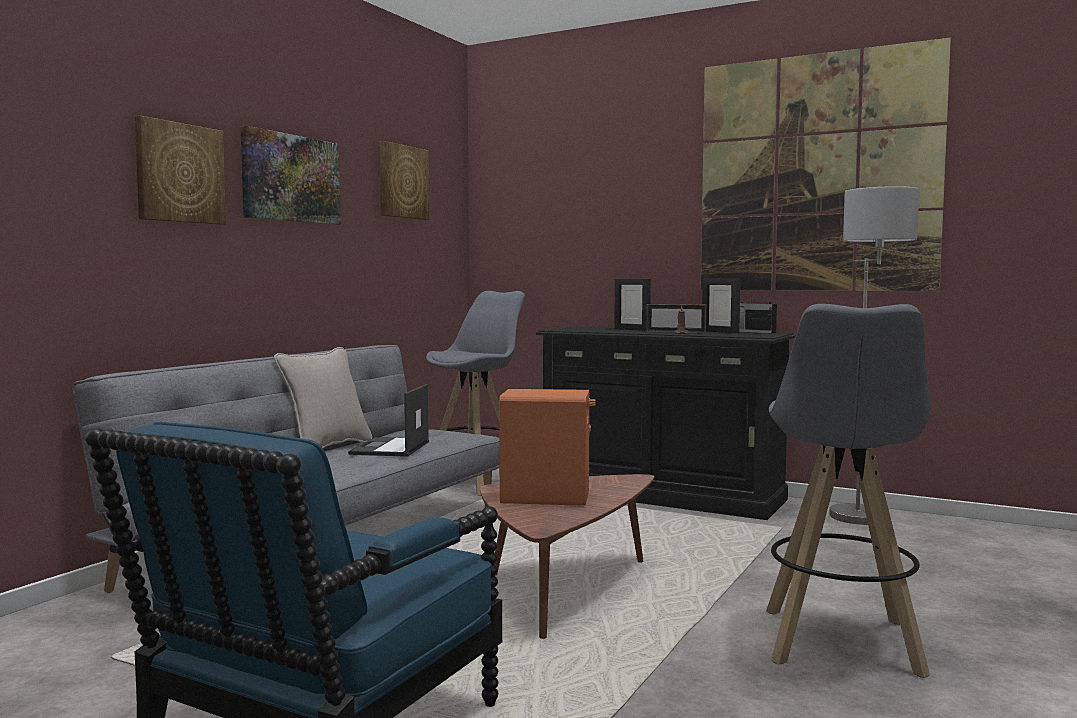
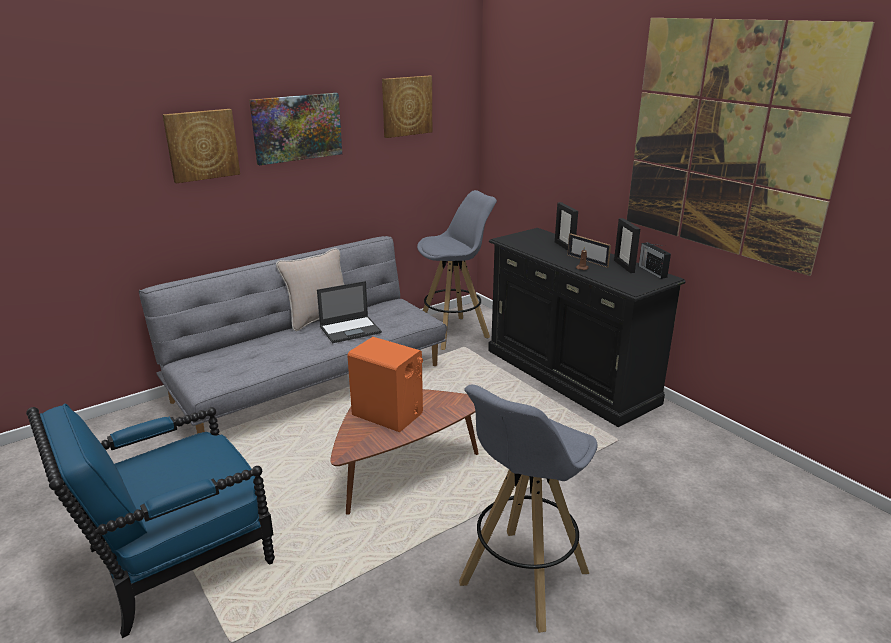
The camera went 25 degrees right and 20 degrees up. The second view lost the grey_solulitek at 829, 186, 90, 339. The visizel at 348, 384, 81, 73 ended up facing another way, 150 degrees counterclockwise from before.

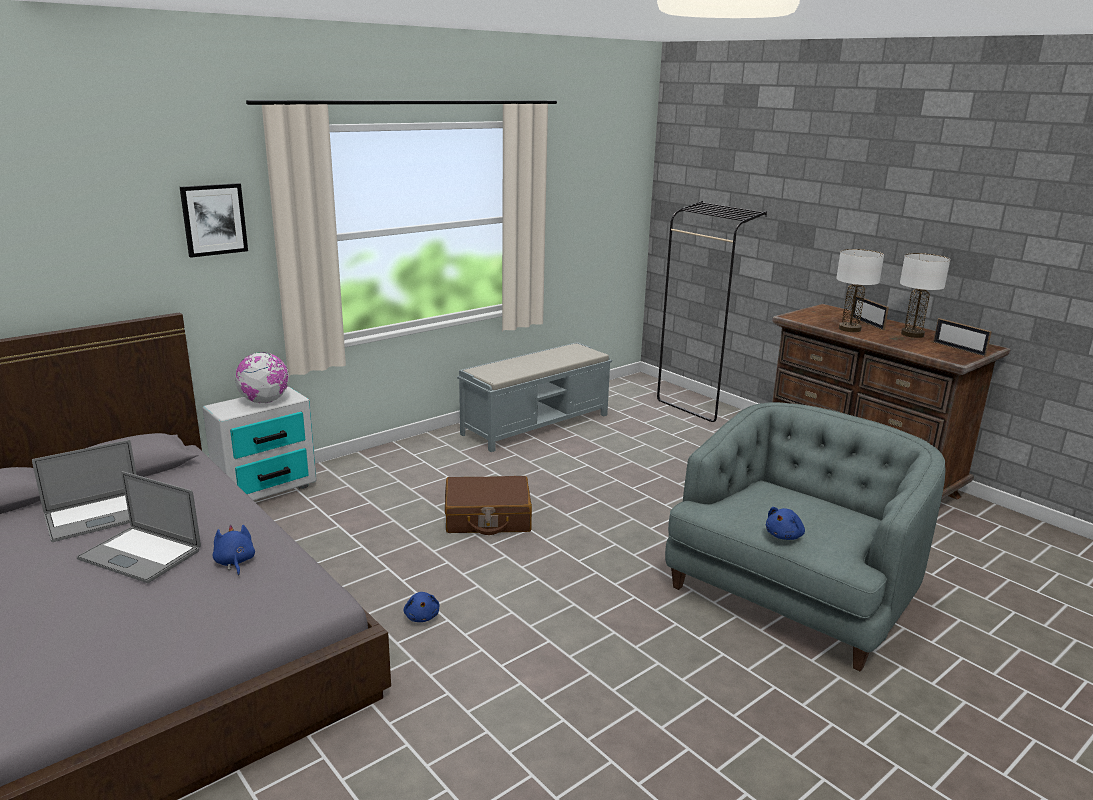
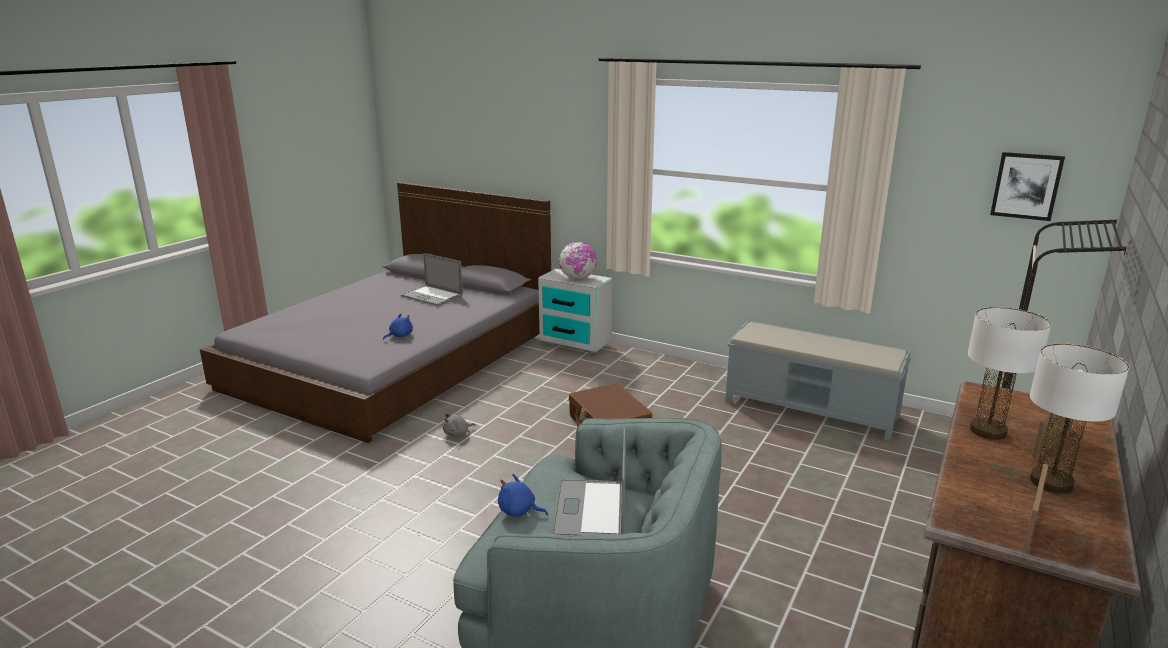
The camera went 70 degrees right and 0 degrees up. The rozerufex ended up elsewhere, having gone from 180, 183, 68, 75 to 990, 152, 75, 69. The visizel ended up elsewhere, having gone from 77, 471, 124, 112 to 553, 428, 73, 108. What was the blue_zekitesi at 403, 592, 37, 30 turned into the grey_zekitesi at 443, 413, 33, 24.

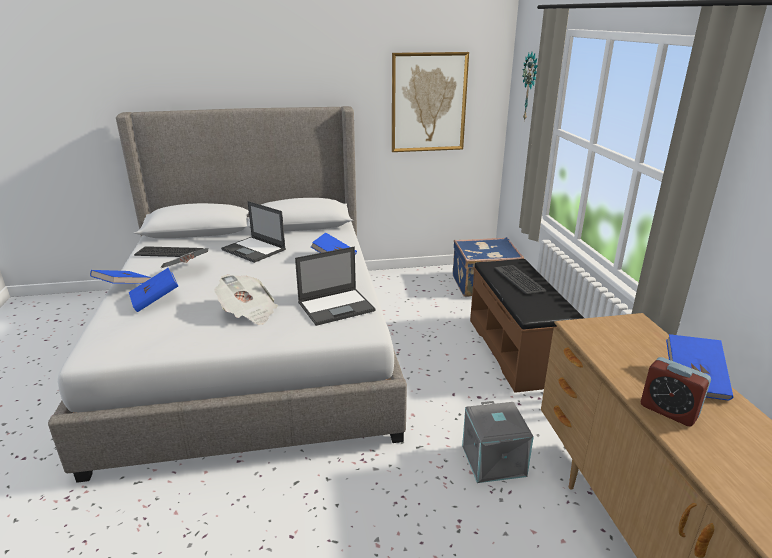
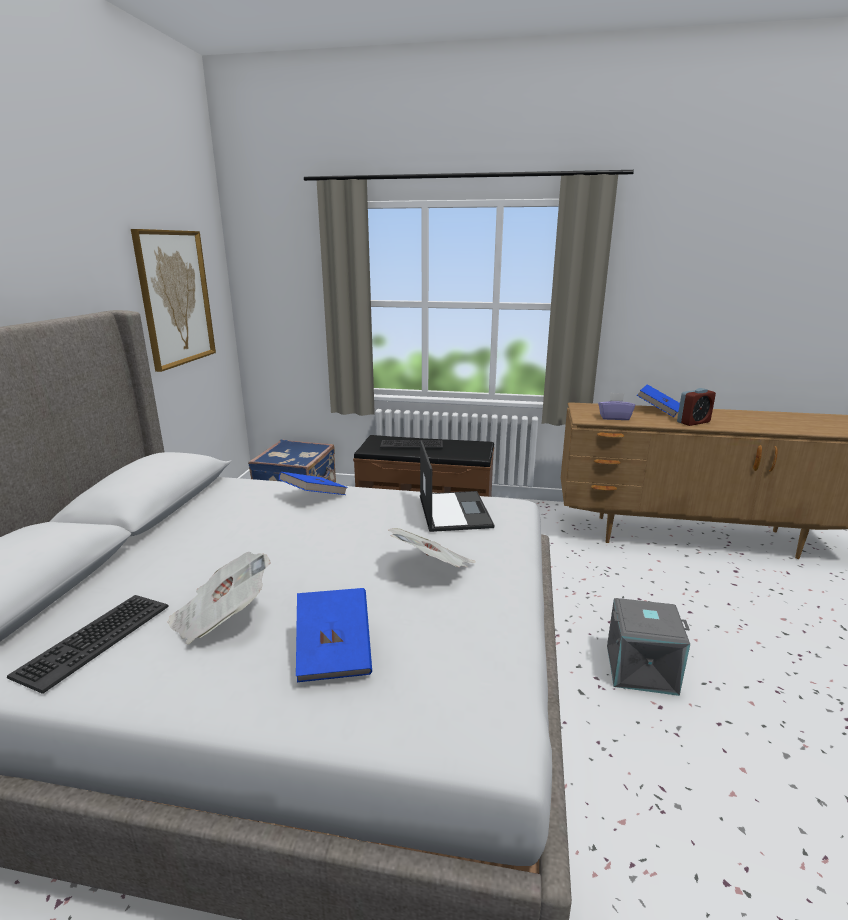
The camera went 70 degrees left and 5 degrees down. The second view lost the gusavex at 522, 52, 15, 69. The second view lost the visizel at 221, 201, 65, 62. The second view lost the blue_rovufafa at 90, 270, 61, 14. The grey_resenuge ended up elsewhere, having gone from 462, 401, 72, 82 to 607, 598, 83, 98. The second view gained the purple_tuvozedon at 598, 393, 37, 27.

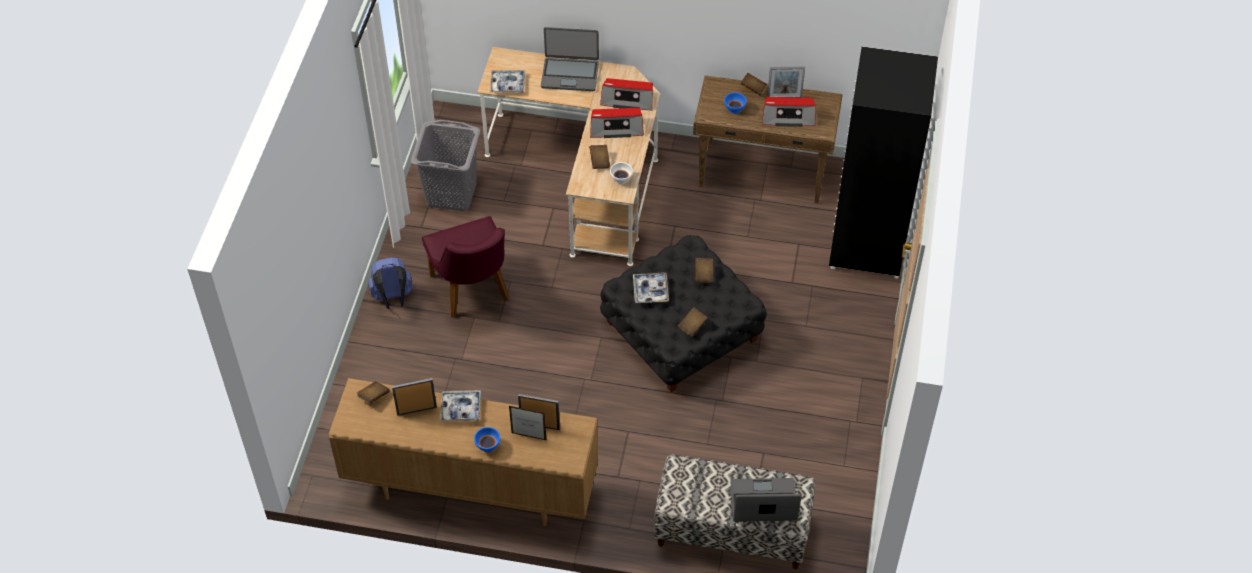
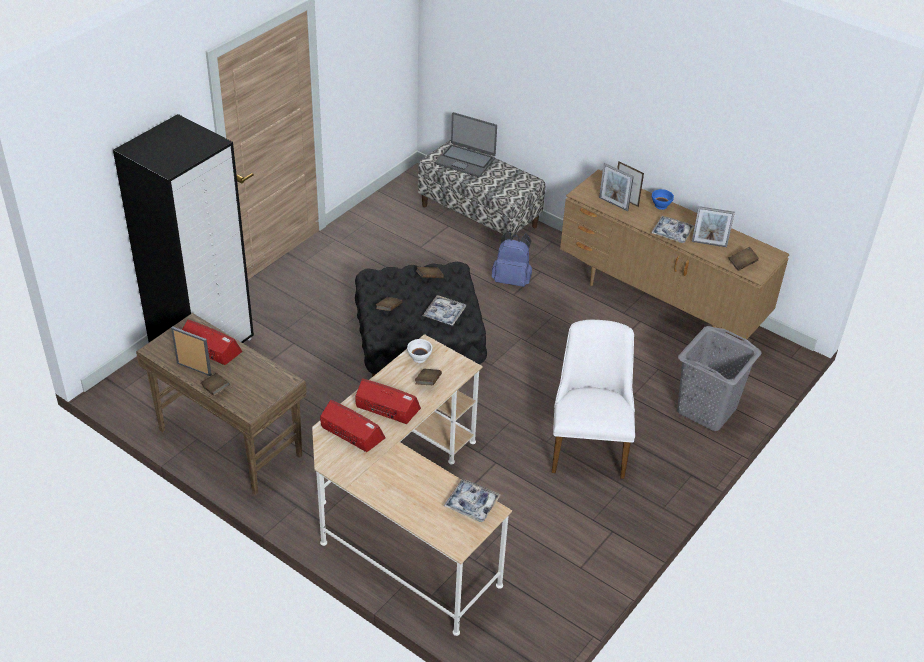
The camera went 155 degrees left and 10 degrees down. The second view lost the visizel at 541, 27, 58, 64. The second view lost the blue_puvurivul at 724, 92, 23, 22. The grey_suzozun ended up elsewhere, having gone from 411, 120, 70, 91 to 677, 326, 84, 105. What was the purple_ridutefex at 422, 216, 87, 102 turned into the white_ridutefex at 552, 320, 83, 159. The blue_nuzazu ended up elsewhere, having gone from 368, 257, 45, 52 to 492, 231, 40, 56.

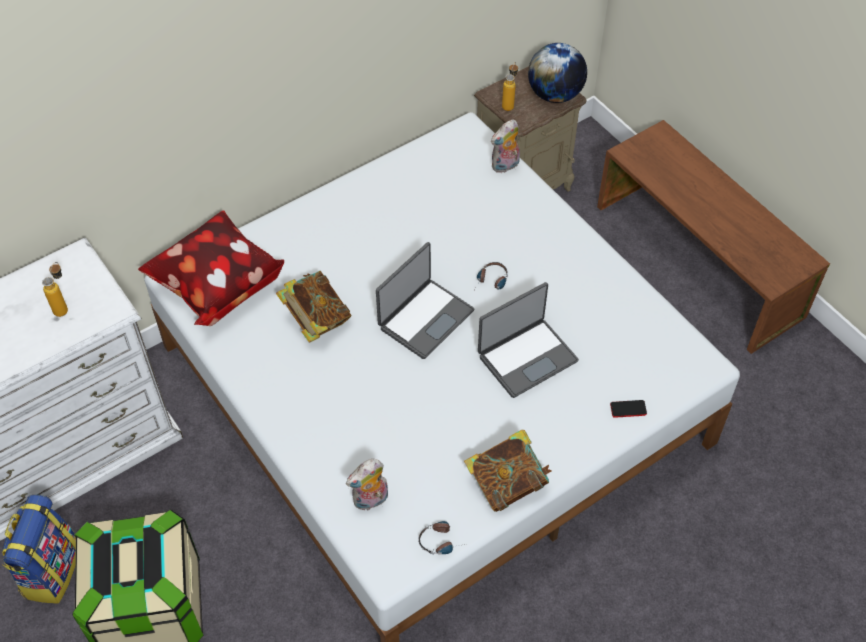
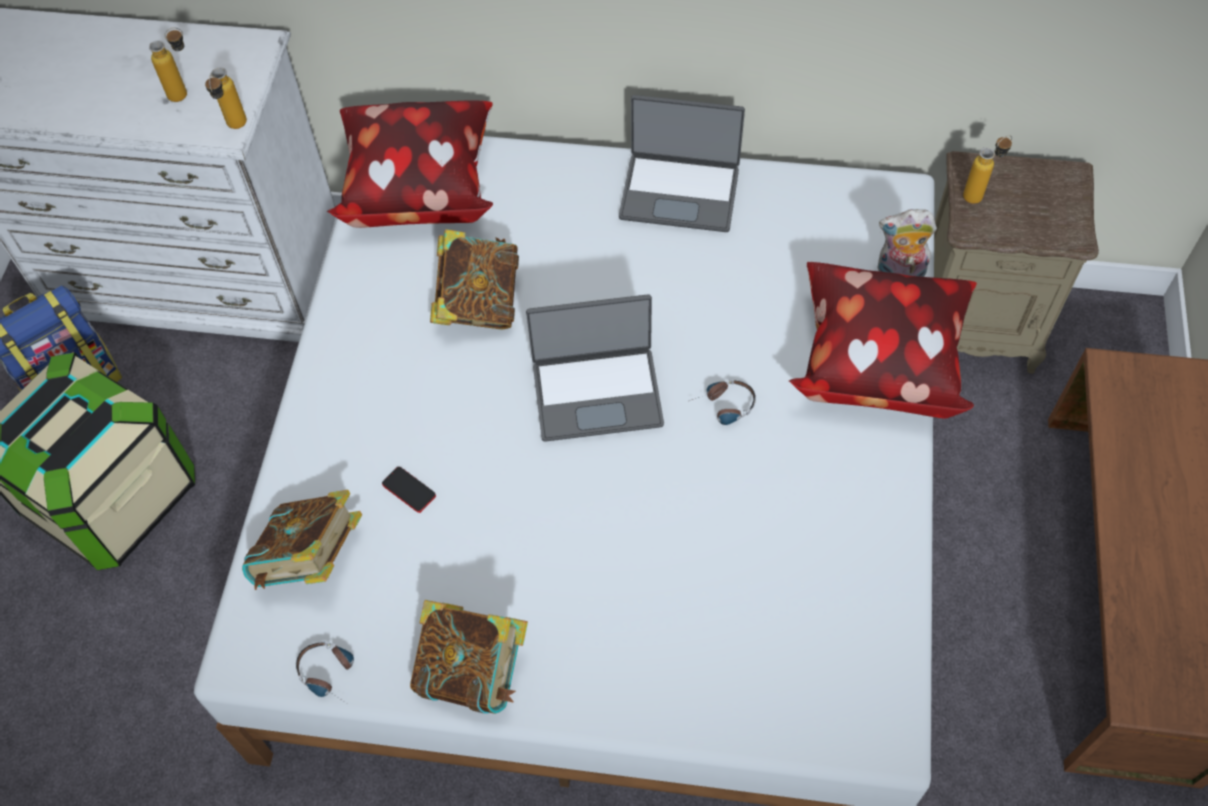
The camera went 45 degrees right and 5 degrees up. The second view lost the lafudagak at 528, 43, 59, 60. The visizel ended up elsewhere, having gone from 478, 282, 101, 116 to 619, 95, 126, 137. The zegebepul ended up elsewhere, having gone from 610, 400, 37, 18 to 382, 467, 54, 46. Where the zekitesi stood at 346, 459, 42, 51, the rovufafa came to stand at 242, 490, 120, 100. The second view gained the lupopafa at 205, 67, 42, 62. The second view gained the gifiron at 789, 262, 188, 156.

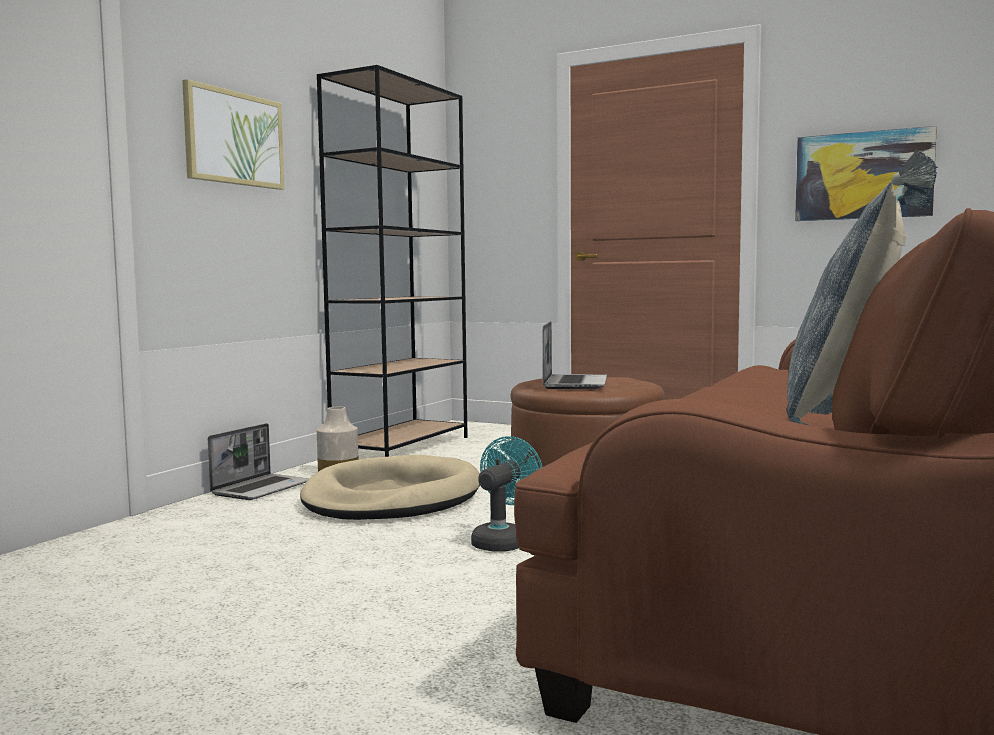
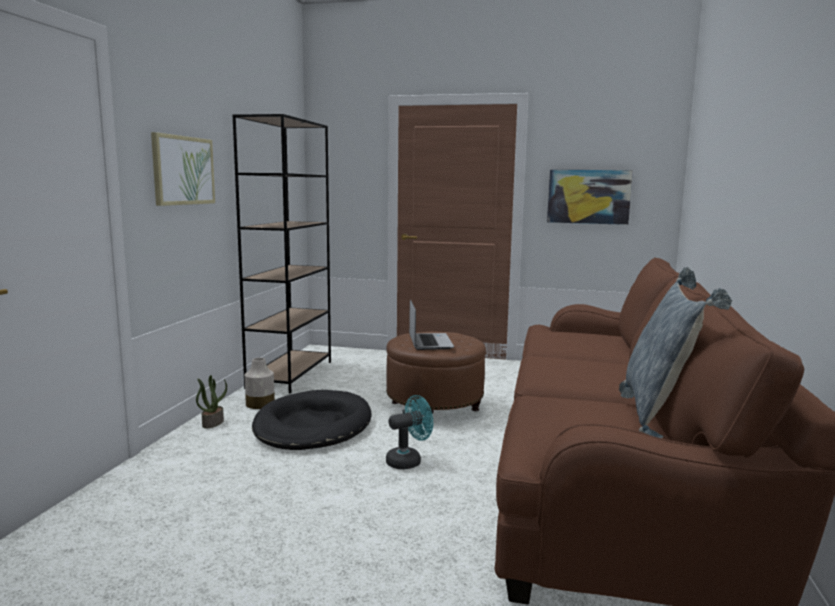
The camera went 15 degrees left and 5 degrees up. Where the visizel stood at 208, 423, 100, 77, the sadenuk came to stand at 196, 375, 31, 53. The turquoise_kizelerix at 471, 436, 71, 116 ended up facing another way, 45 degrees clockwise from before. What was the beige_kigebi at 300, 455, 180, 65 turned into the black_kigebi at 252, 390, 120, 60.

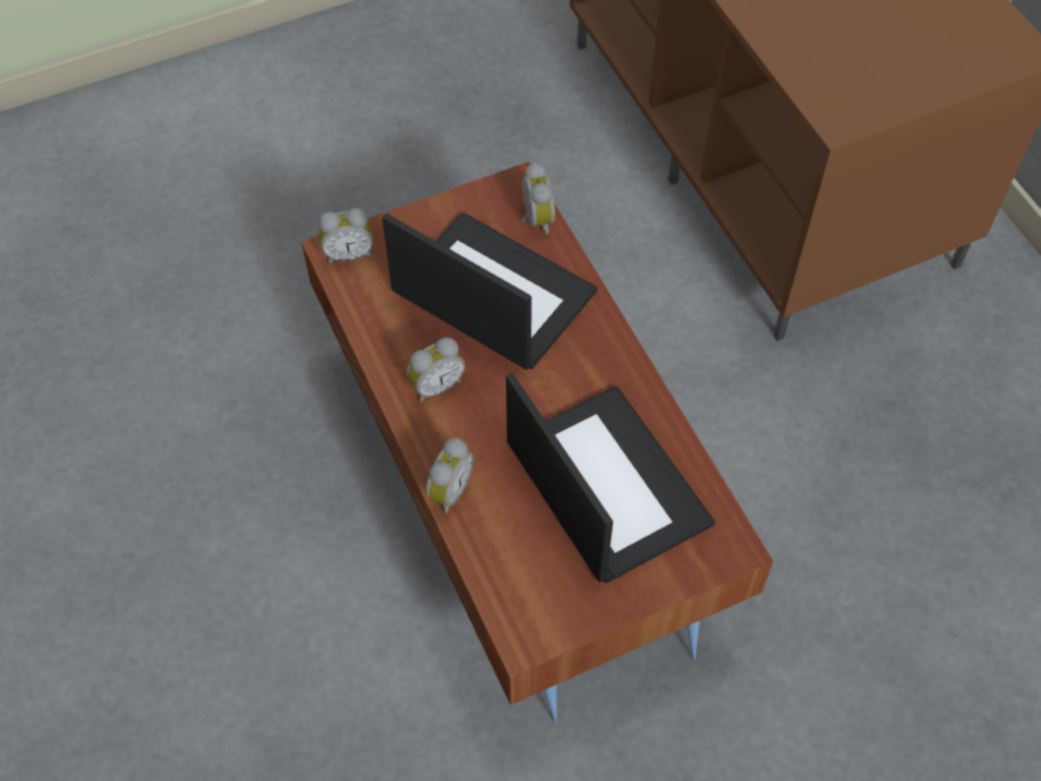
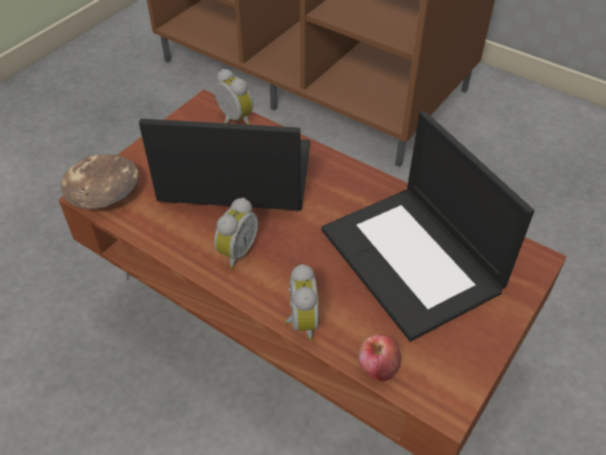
The camera went 30 degrees left and 10 degrees down. Where the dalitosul stood at 319, 208, 54, 56, the brown_puvurivul came to stand at 61, 154, 78, 55. The visizel at 506, 373, 209, 210 ended up facing another way, 150 degrees counterclockwise from before. The second view gained the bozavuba at 359, 334, 42, 48.

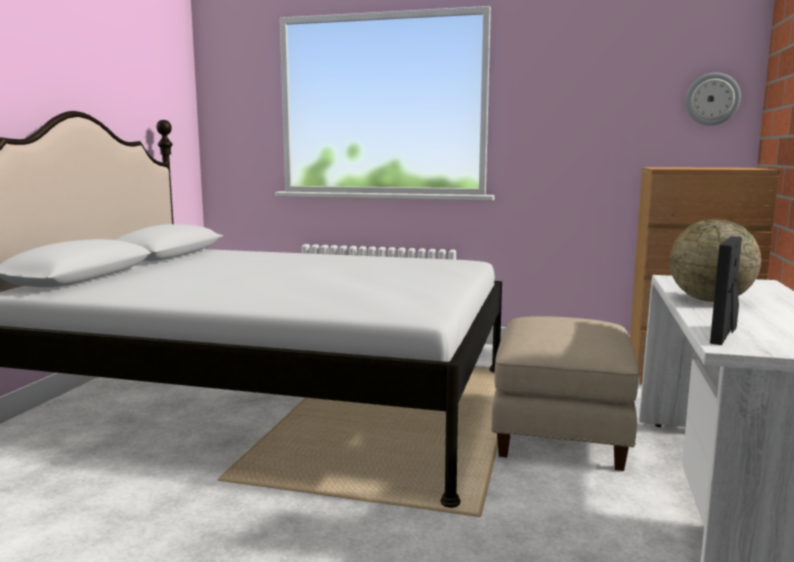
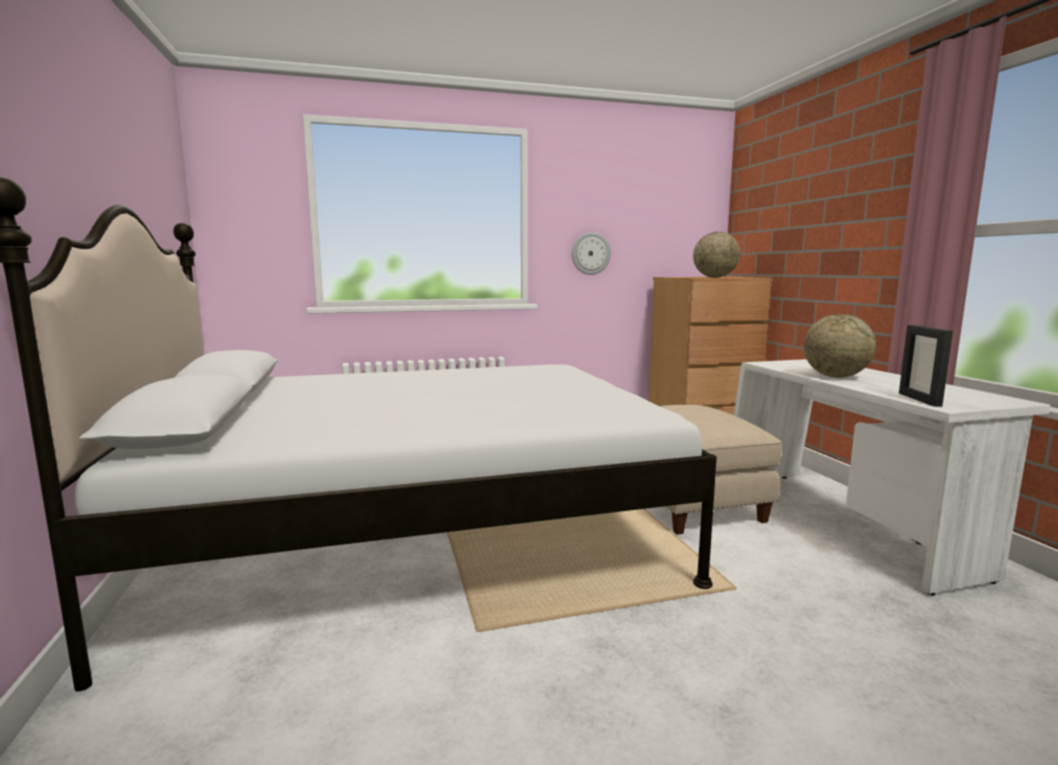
The camera went 30 degrees left and 0 degrees up. The gusavex ended up elsewhere, having gone from 685, 73, 56, 53 to 572, 232, 39, 43. The second view gained the lafudagak at 693, 232, 47, 45.

